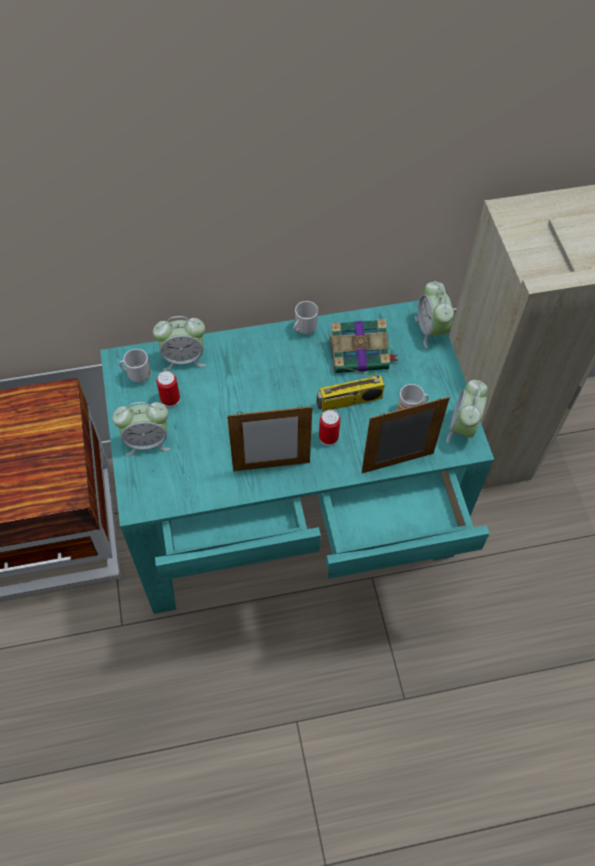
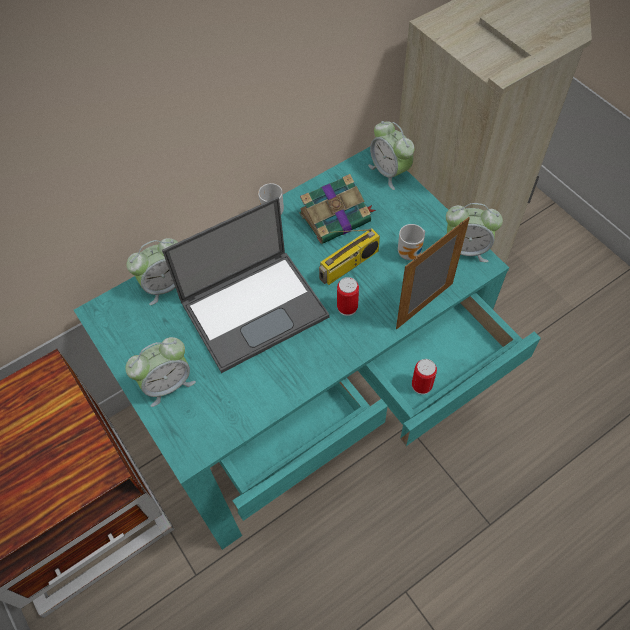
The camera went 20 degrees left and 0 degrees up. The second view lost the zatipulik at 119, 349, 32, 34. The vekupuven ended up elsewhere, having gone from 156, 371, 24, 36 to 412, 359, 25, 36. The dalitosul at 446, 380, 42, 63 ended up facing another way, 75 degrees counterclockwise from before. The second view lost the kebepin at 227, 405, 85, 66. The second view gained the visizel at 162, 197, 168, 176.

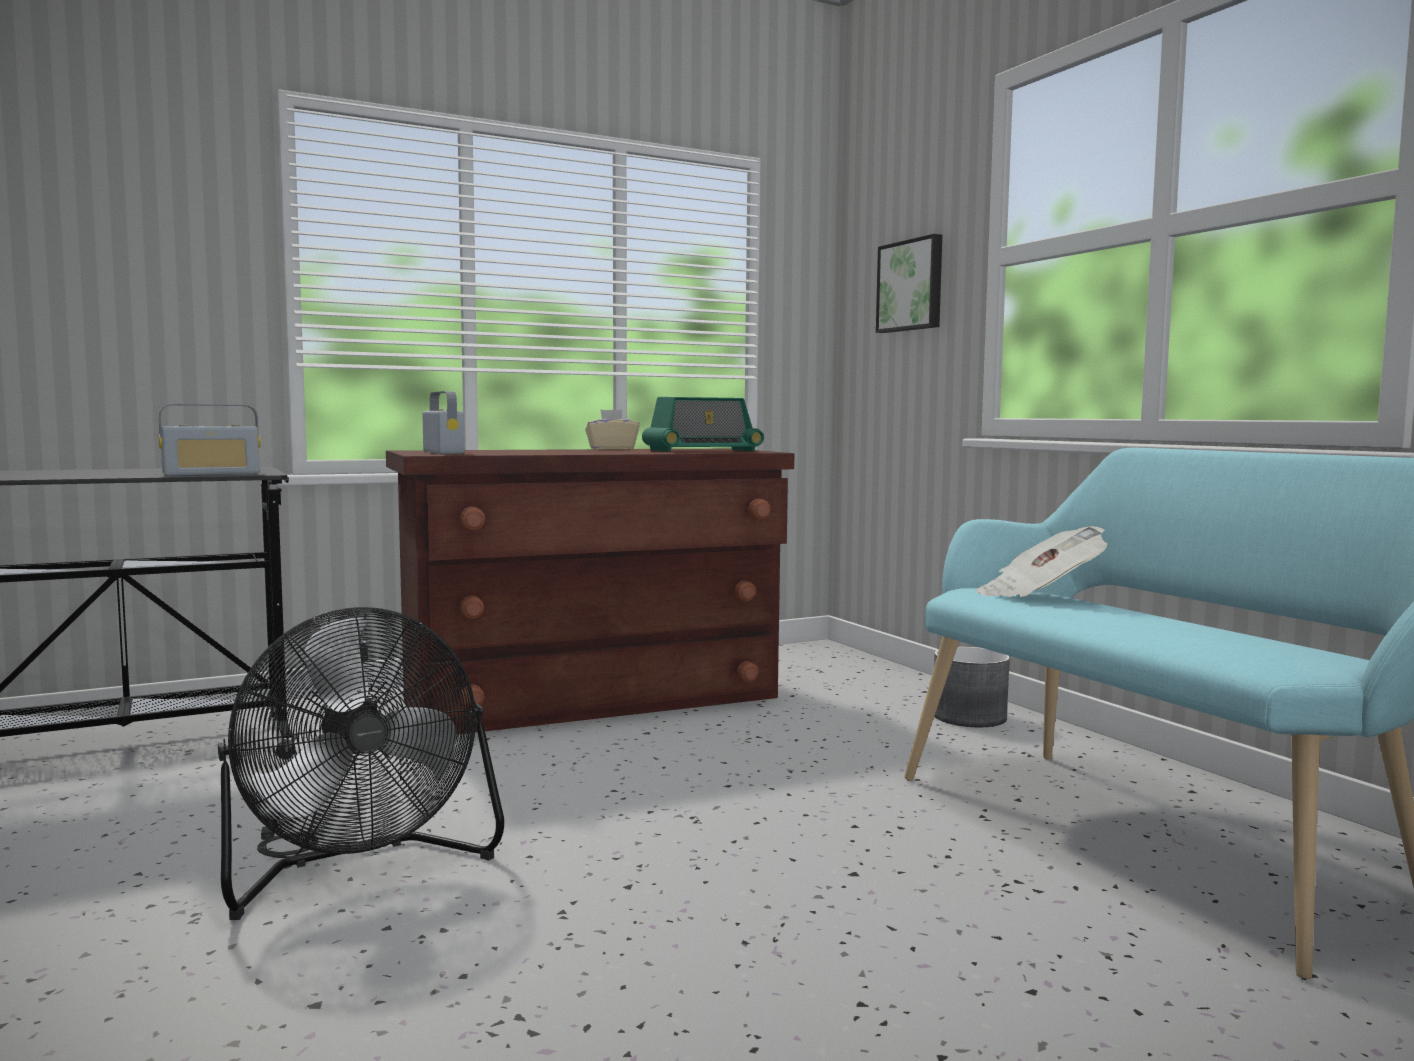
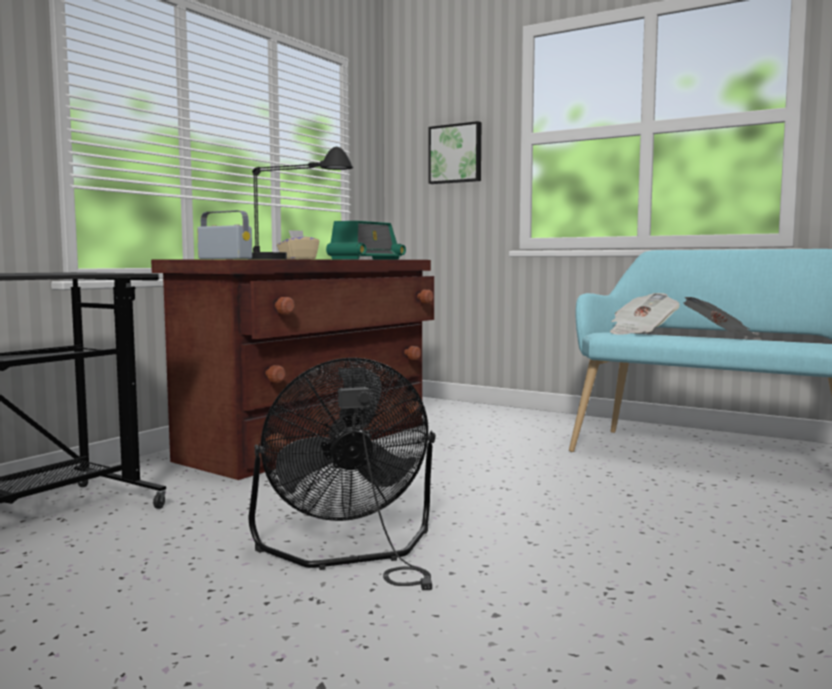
The camera went 30 degrees left and 0 degrees up. The second view lost the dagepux at 159, 404, 102, 72. The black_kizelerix at 218, 607, 286, 313 ended up facing another way, 135 degrees counterclockwise from before. The second view lost the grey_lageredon at 934, 647, 76, 80. The second view gained the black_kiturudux at 251, 147, 102, 112. The second view gained the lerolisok at 683, 297, 77, 41.

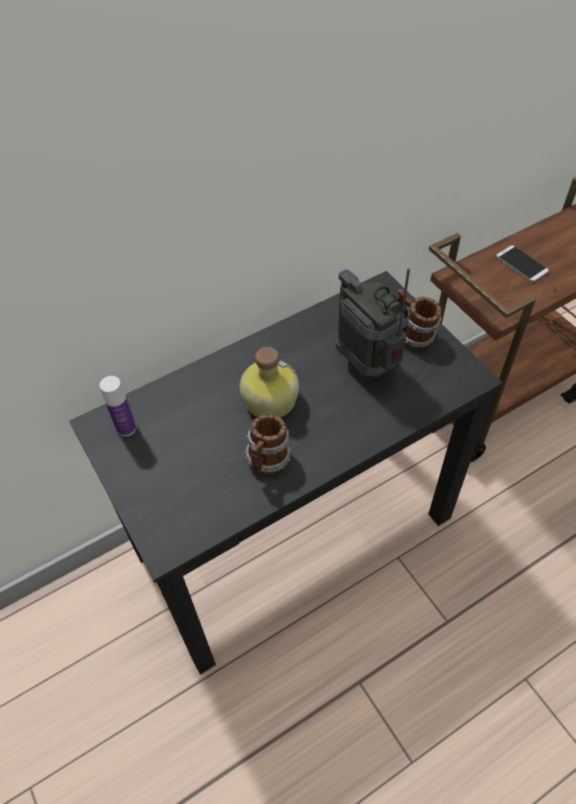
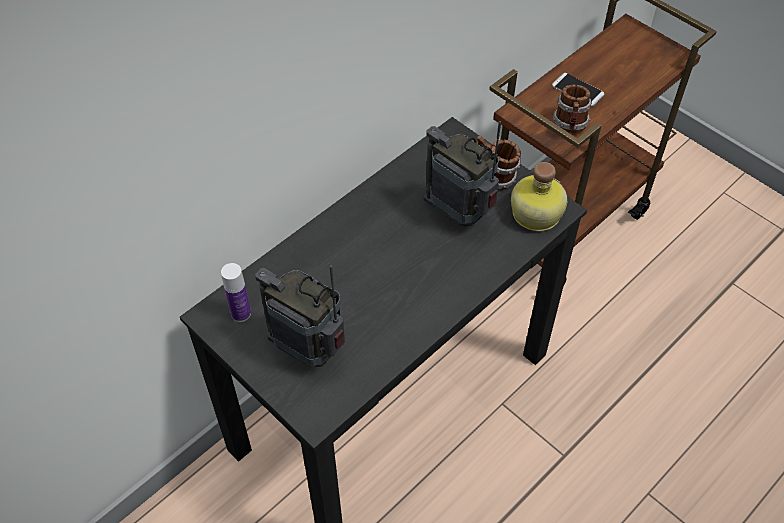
The camera went 15 degrees left and 0 degrees up. The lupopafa ended up elsewhere, having gone from 240, 347, 59, 71 to 511, 162, 57, 69. The zatipulik ended up elsewhere, having gone from 244, 414, 46, 60 to 553, 84, 39, 49. The second view gained the dagepux at 255, 265, 90, 102.

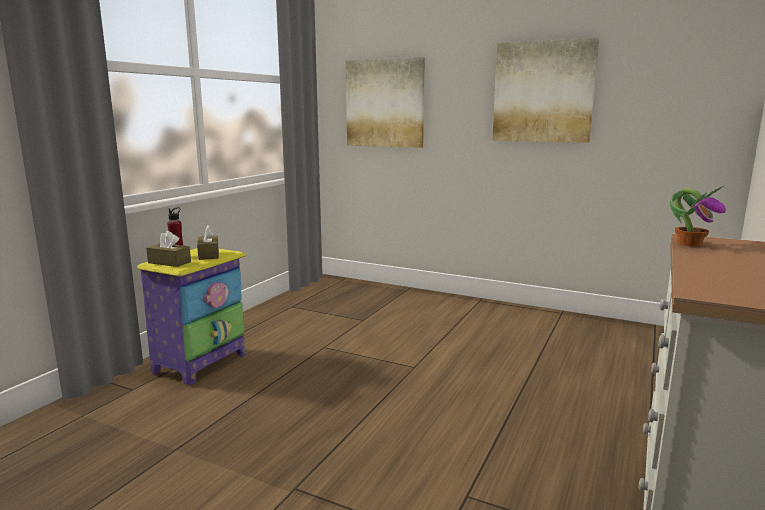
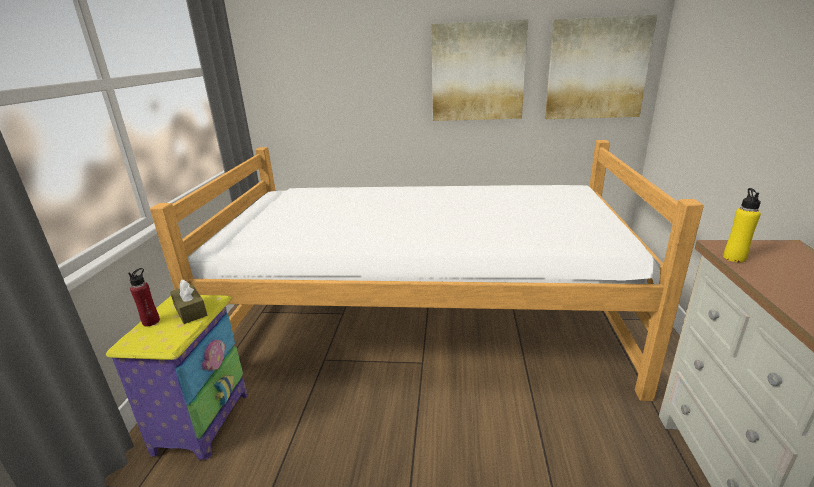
The camera went 20 degrees left and 10 degrees up. The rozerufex ended up elsewhere, having gone from 346, 57, 79, 91 to 545, 14, 112, 105. Where the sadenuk stood at 670, 186, 56, 61, the yellow_lupopafa came to stand at 723, 188, 38, 74. The second view lost the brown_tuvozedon at 146, 231, 45, 36. The second view gained the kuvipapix at 150, 140, 554, 261.

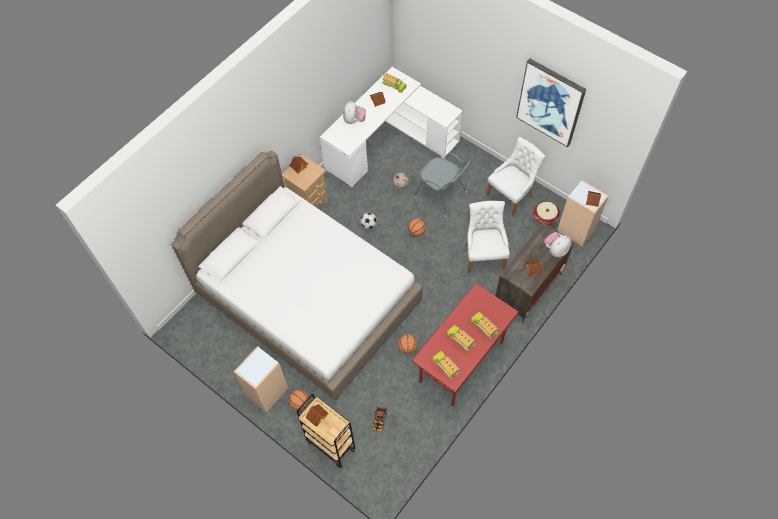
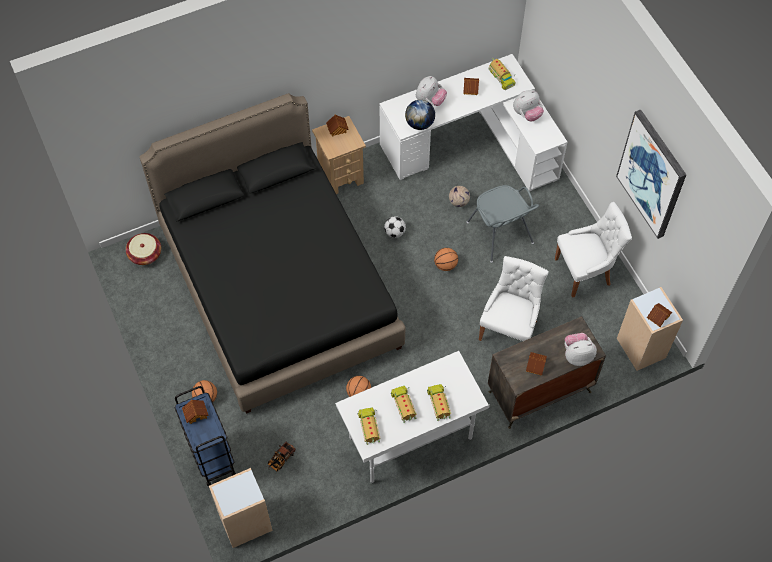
The camera went 25 degrees right and 0 degrees up. What was the white_kuvipapix at 172, 150, 251, 250 turned into the black_kuvipapix at 140, 93, 265, 321. The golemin ended up elsewhere, having gone from 533, 201, 27, 24 to 126, 233, 35, 32. What was the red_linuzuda at 411, 283, 108, 124 turned into the white_linuzuda at 335, 351, 155, 132. The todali ended up elsewhere, having gone from 234, 346, 54, 67 to 209, 468, 64, 80. What was the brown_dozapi at 297, 394, 58, 74 turned into the blue_dozapi at 175, 386, 61, 101. The second view gained the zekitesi at 513, 90, 31, 31. The second view gained the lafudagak at 405, 100, 30, 30.

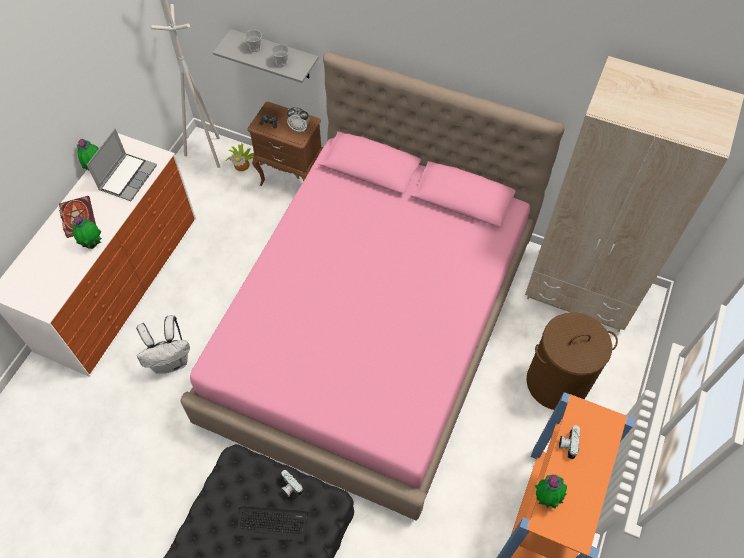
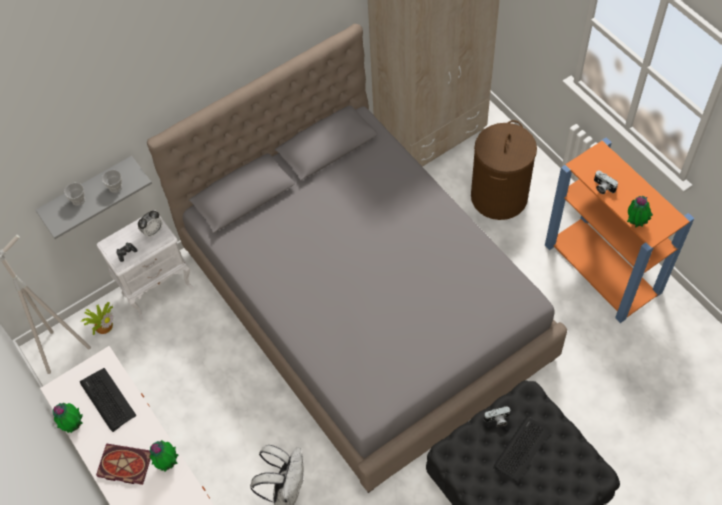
The camera went 55 degrees left and 0 degrees up. What was the pink_kuvipapix at 180, 51, 385, 470 turned into the grey_kuvipapix at 147, 24, 420, 469. What was the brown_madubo at 248, 102, 75, 84 turned into the white_madubo at 96, 210, 98, 111. Where the visizel stood at 87, 129, 70, 72, the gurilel came to stand at 80, 368, 56, 64.

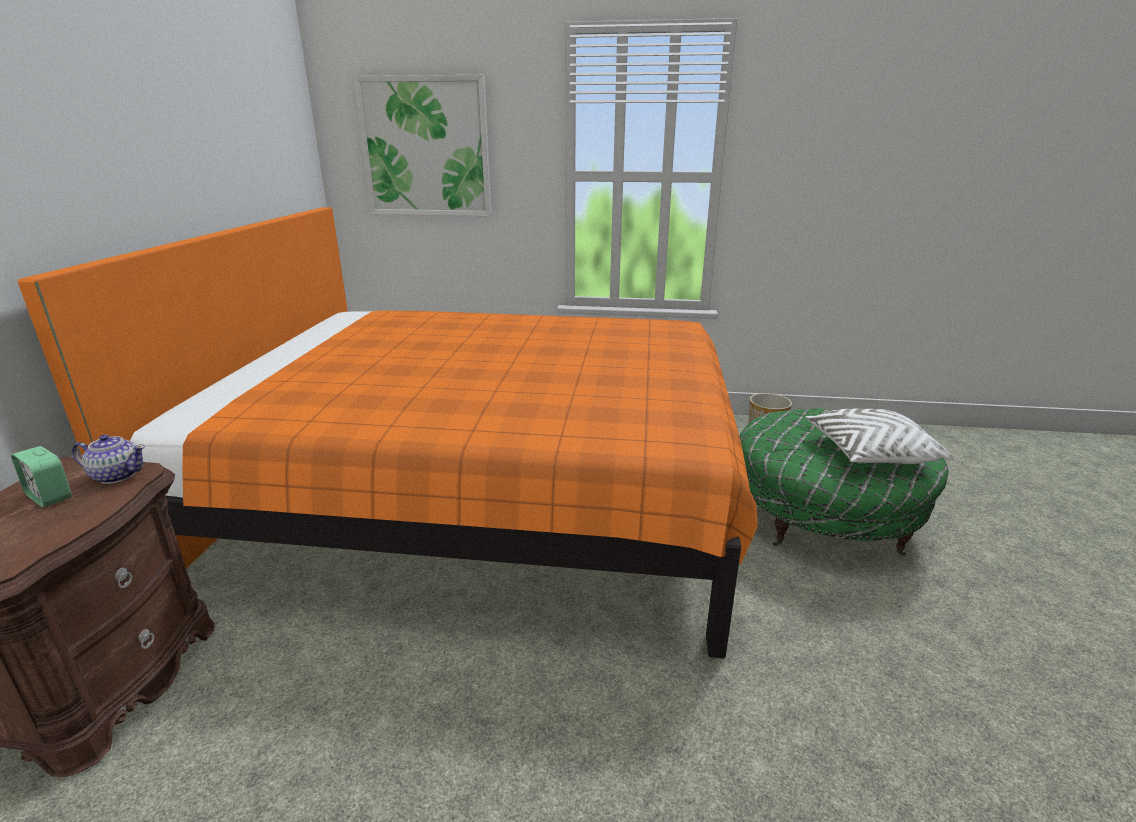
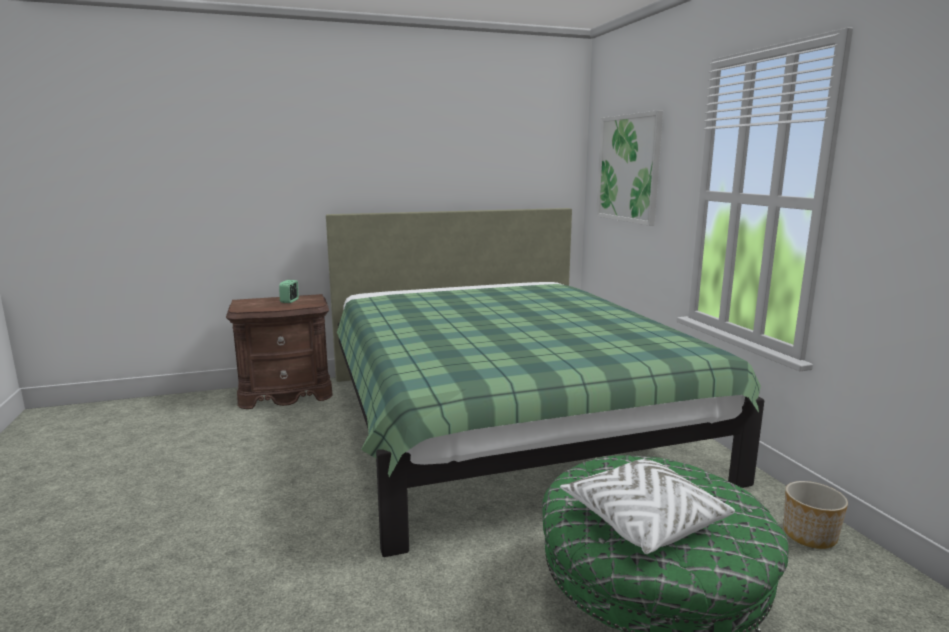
The camera went 65 degrees right and 10 degrees down. What was the orange_kuvipapix at 18, 207, 740, 452 turned into the green_kuvipapix at 326, 208, 439, 349. The second view lost the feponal at 72, 434, 73, 50.

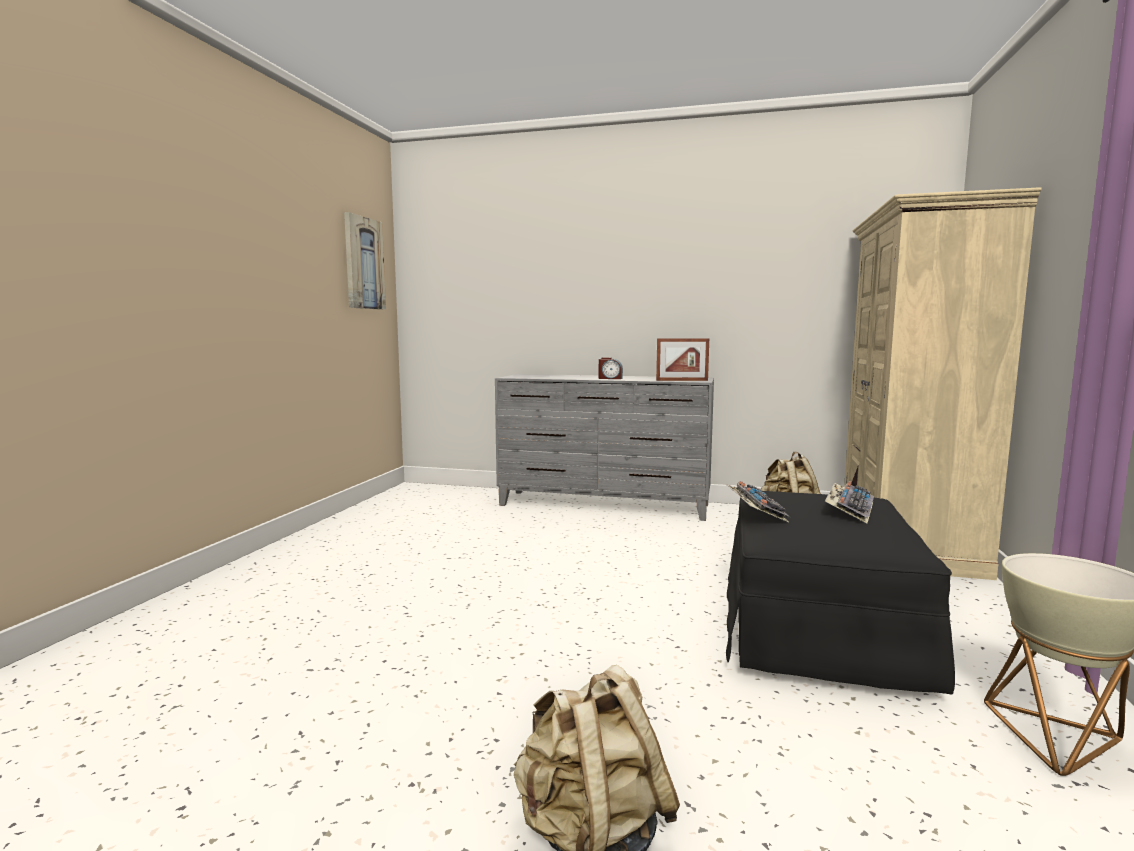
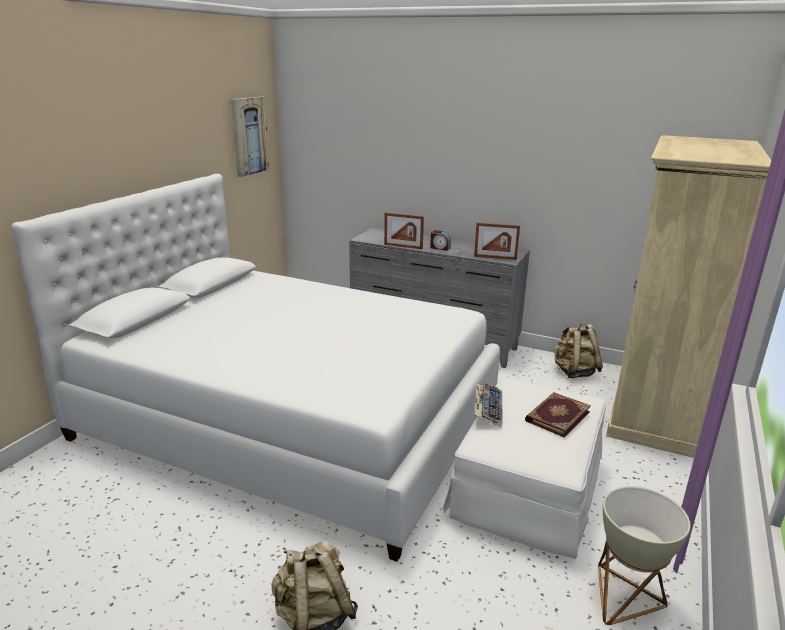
The camera went 10 degrees right and 15 degrees up. Where the gurilel stood at 825, 481, 49, 42, the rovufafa came to stand at 525, 392, 66, 46. What was the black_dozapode at 726, 491, 229, 203 turned into the white_dozapode at 443, 378, 164, 181. The second view gained the white_kuvipapix at 11, 174, 489, 388. The second view gained the kebepin at 384, 213, 40, 36.

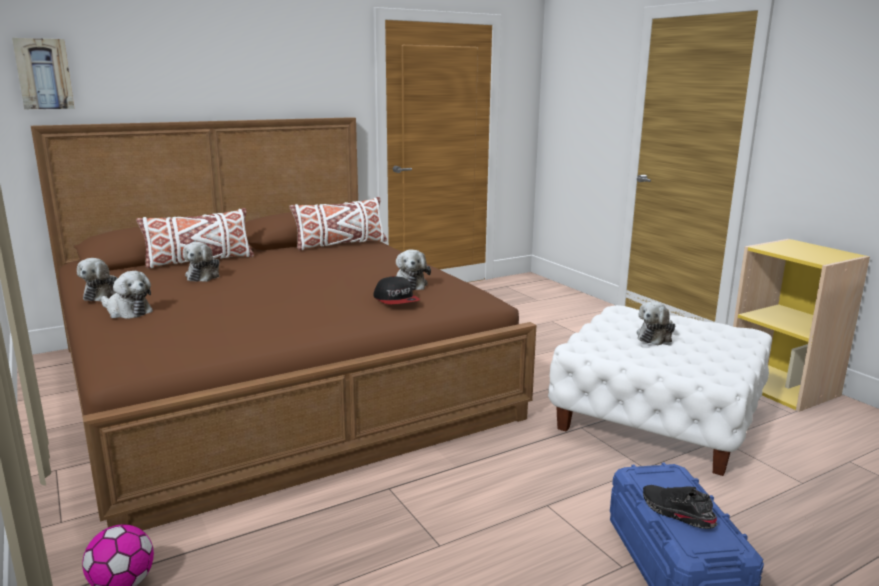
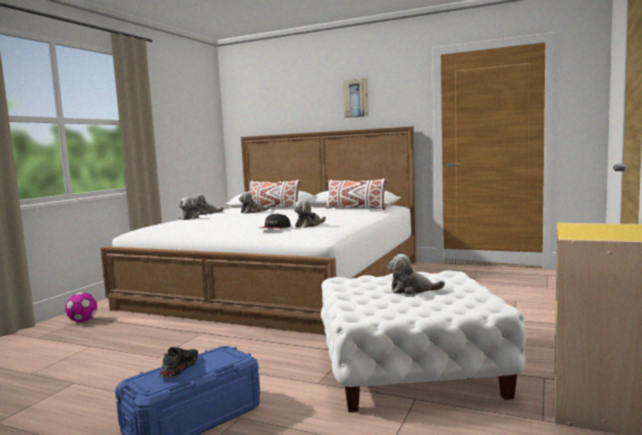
The camera went 55 degrees right and 10 degrees down. The rozerufex ended up elsewhere, having gone from 12, 38, 63, 71 to 343, 78, 25, 40. What was the brown_kuvipapix at 31, 117, 505, 414 turned into the white_kuvipapix at 100, 126, 317, 210.

